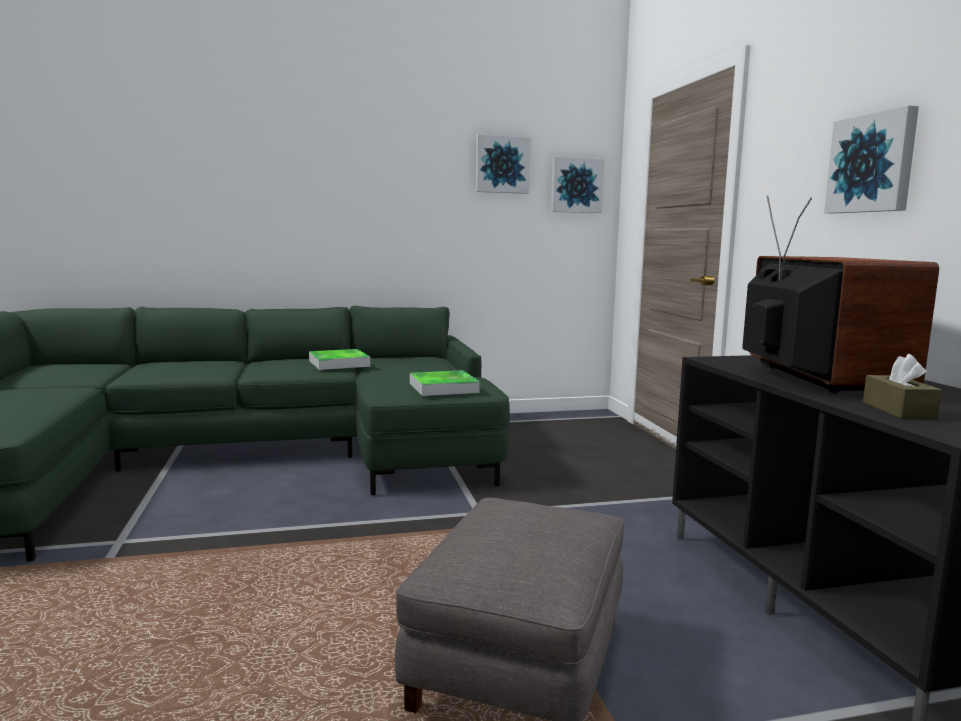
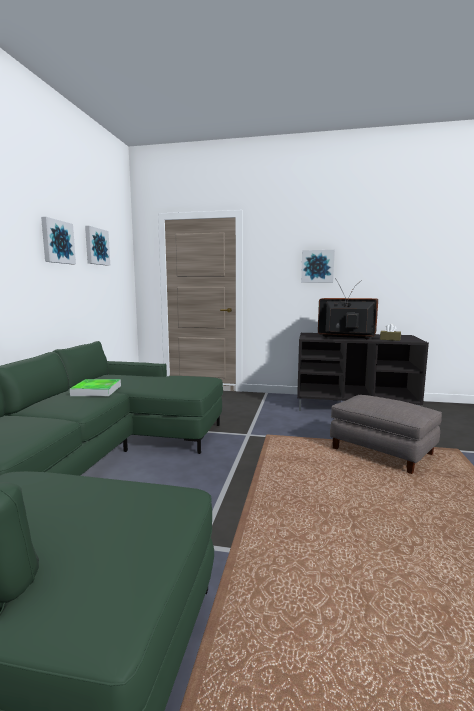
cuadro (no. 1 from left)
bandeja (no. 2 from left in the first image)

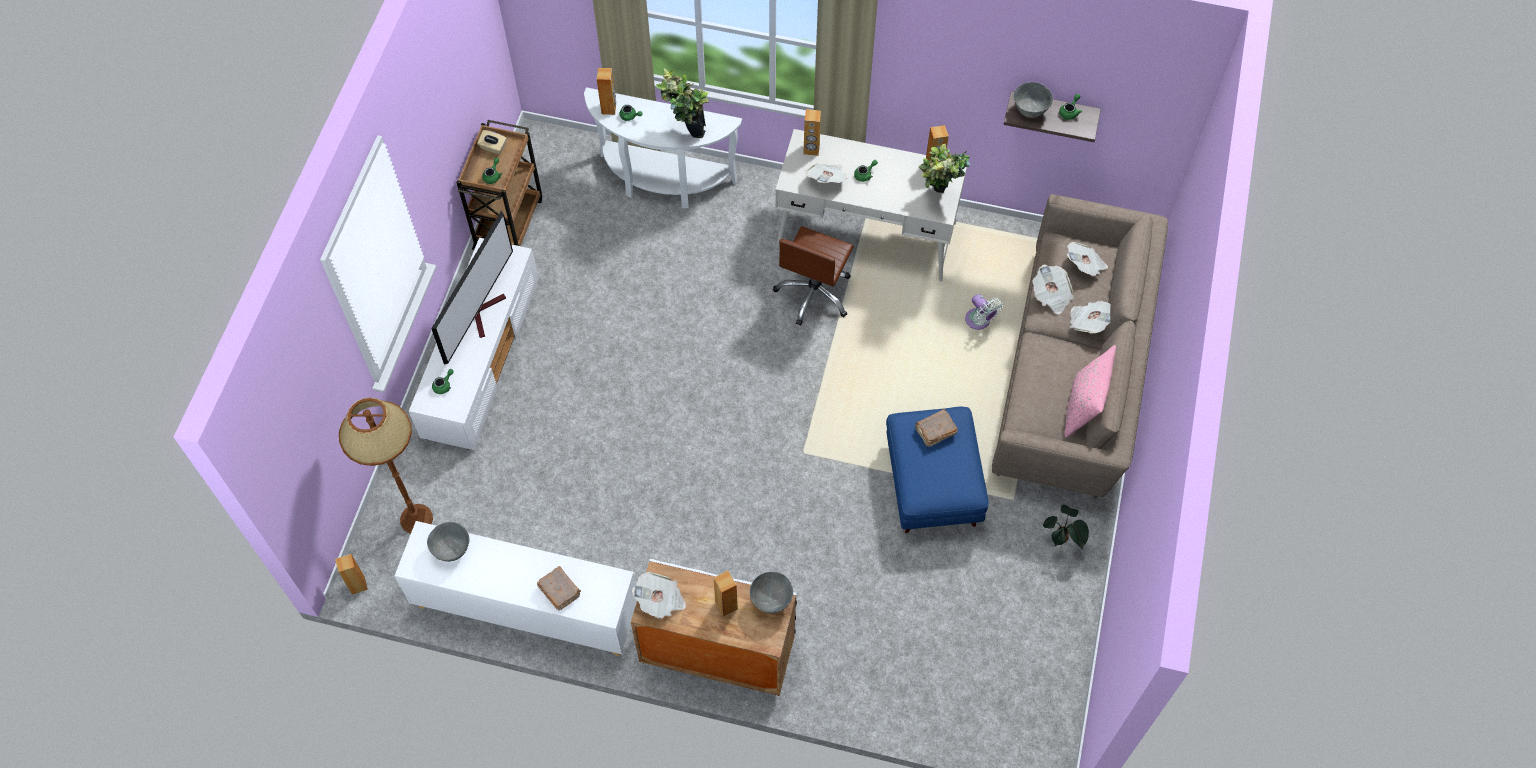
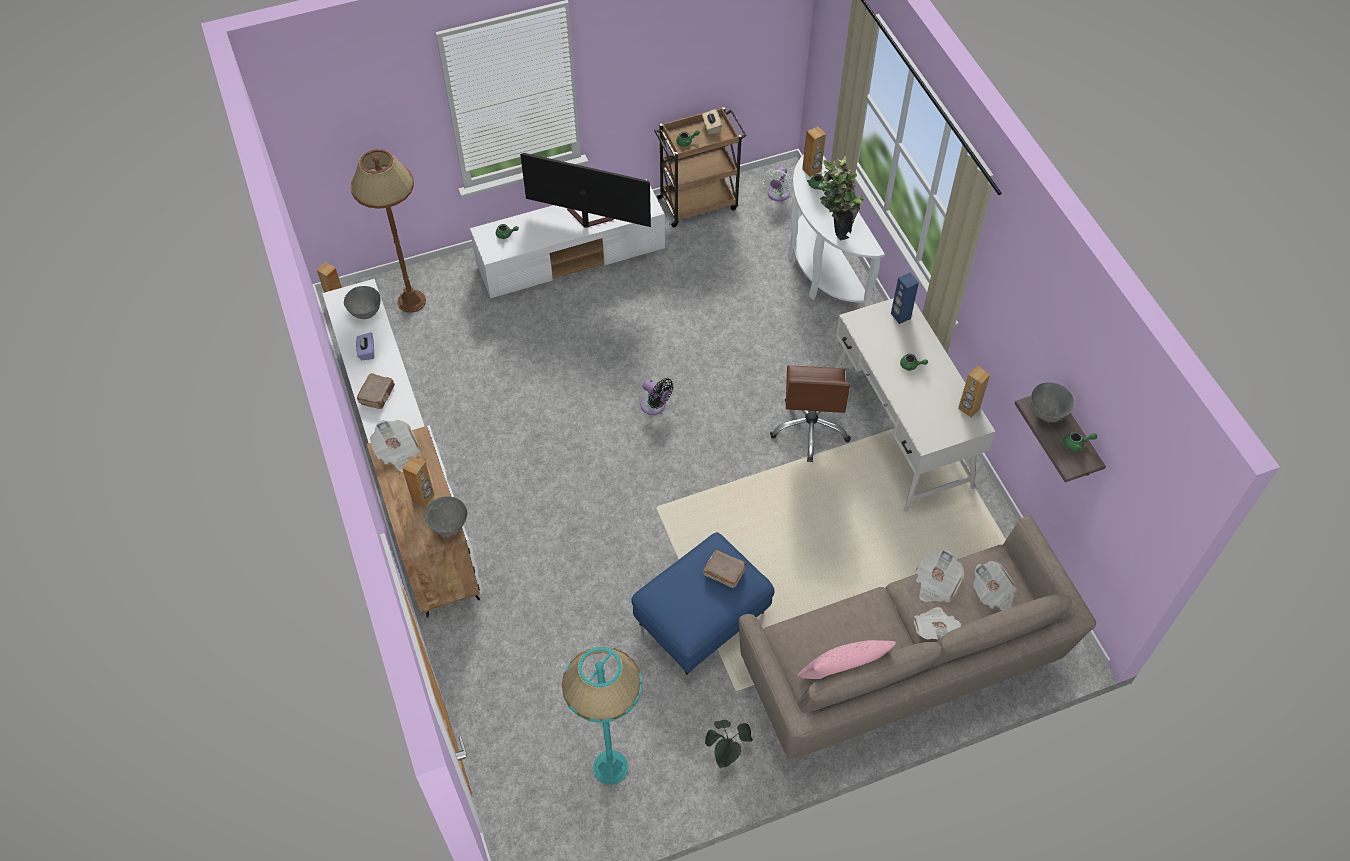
altavoz (azul)
planta en maceta (no. 2 from left in the first image)
periódico (no. 2 from left in the first image)
televisor
silla de oficina (marrón)
ventilador (blanco)
caja de pañuelos (morado)
ventilador (negro)
lámpara de pie (turquesa)

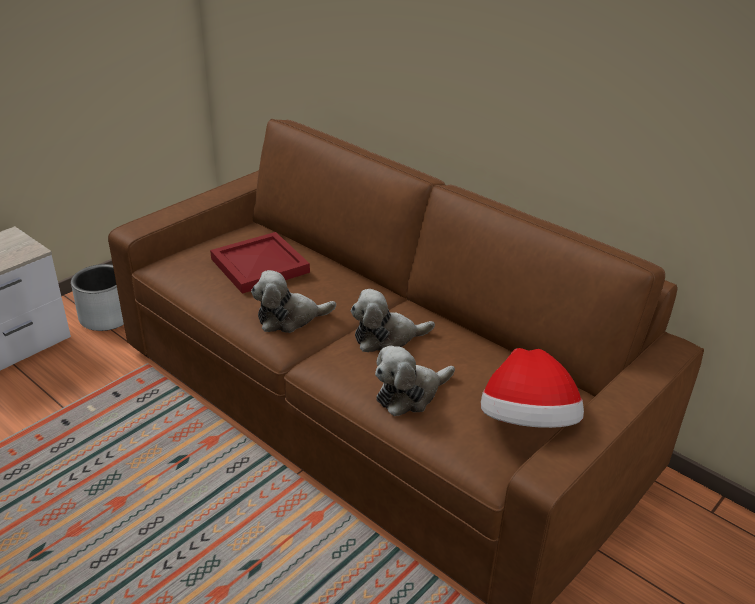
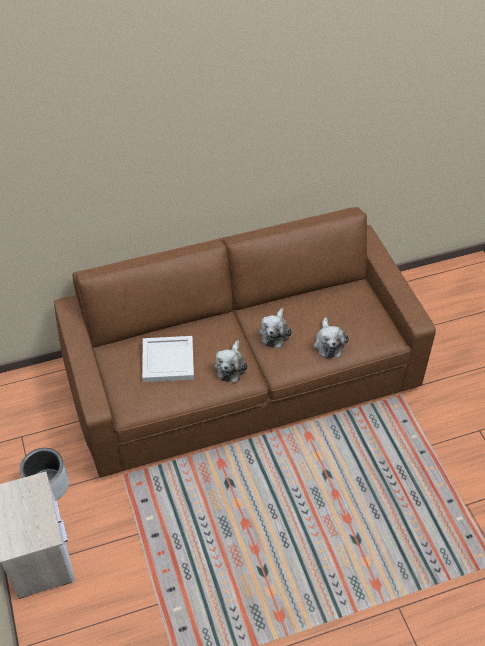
bandeja (blanco)
sombrero

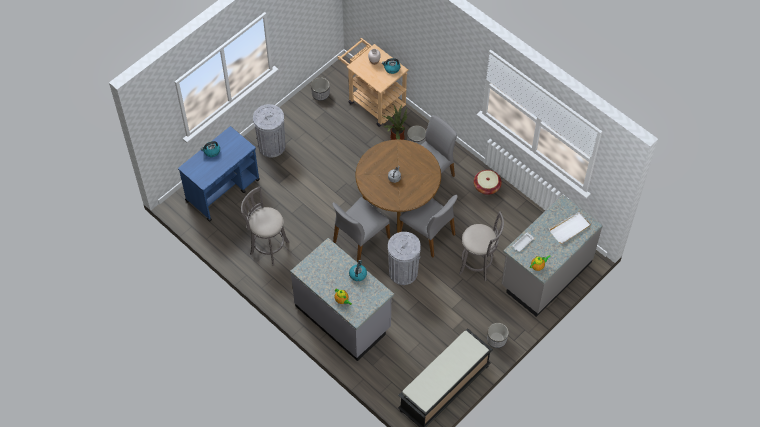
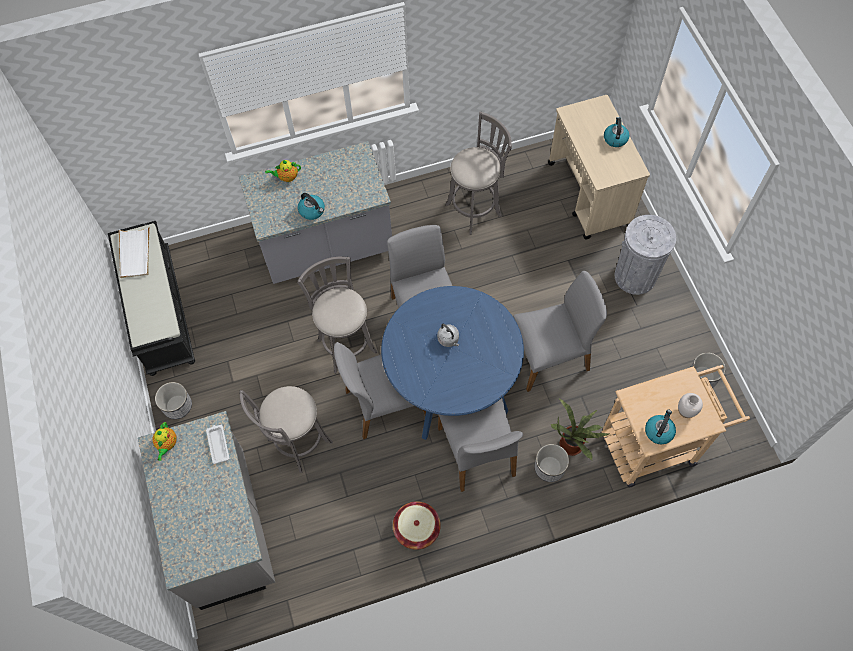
carrito (beis) (no. 1 from left)
mesa de comedor (azul)
bandeja (blanco) (no. 1 from left)
taburete (gris) (no. 2 from left)
silla (gris) (no. 4 from left)

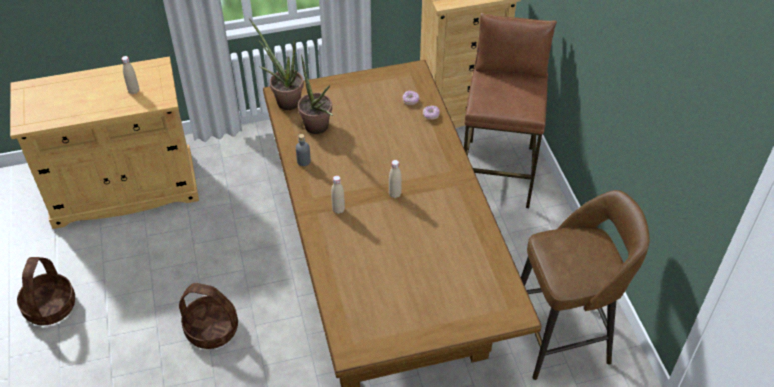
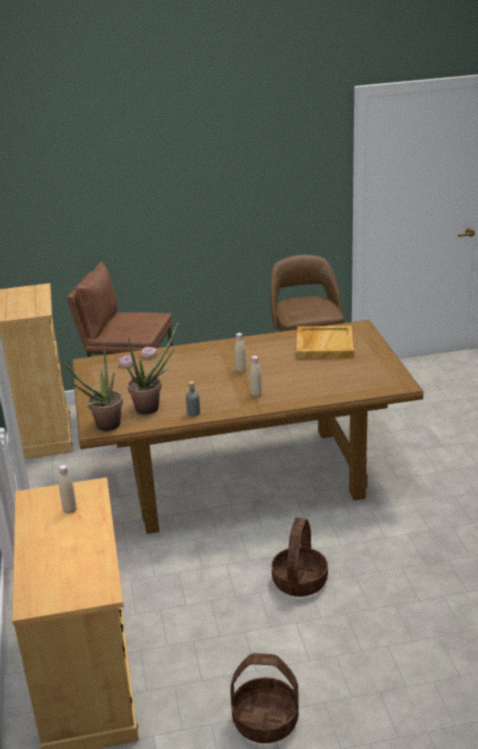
bandeja (beis)

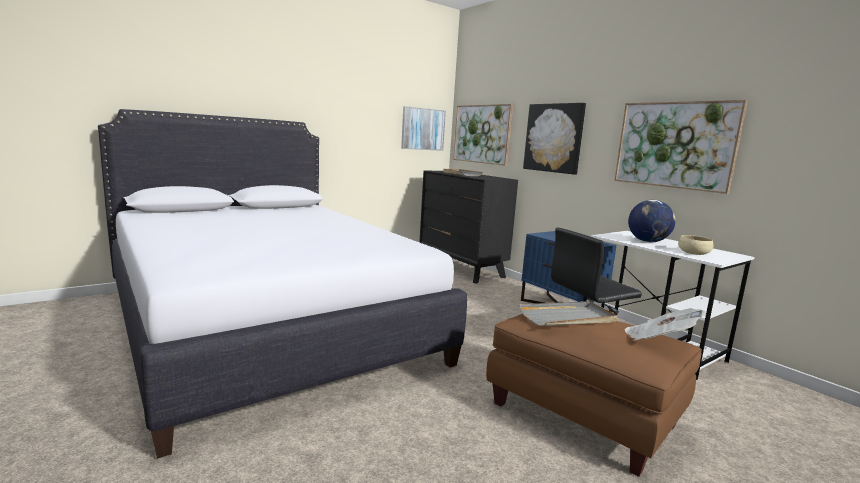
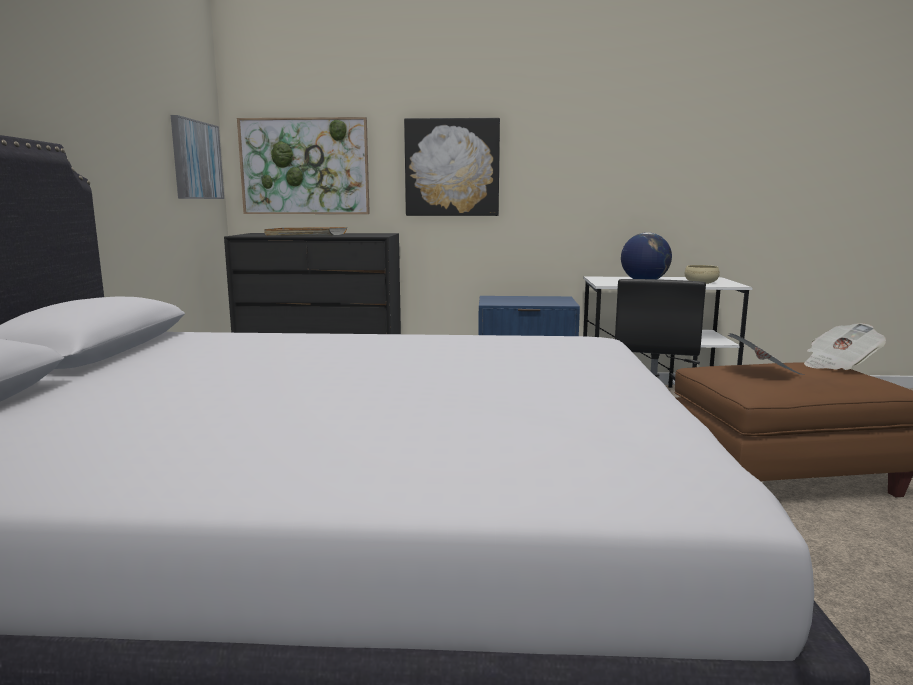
cuadro (no. 4 from left in the first image)
periódico (no. 1 from left)

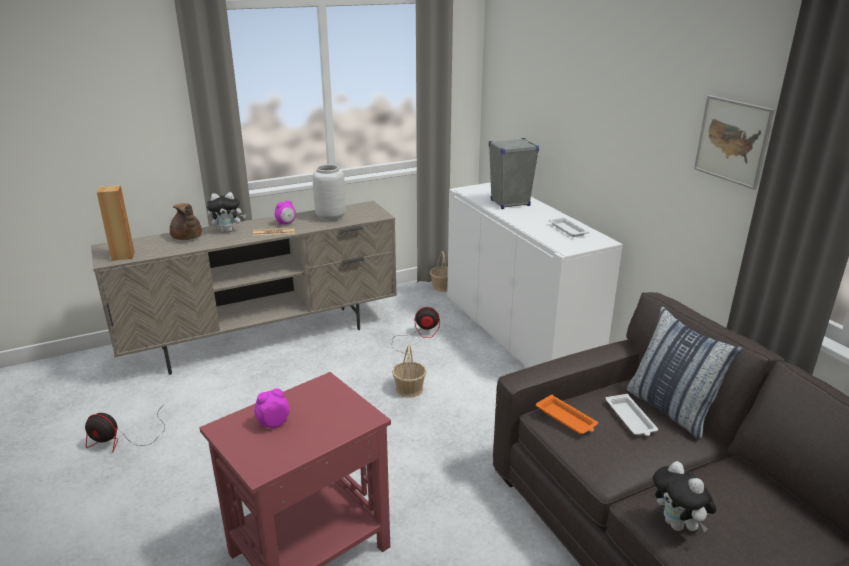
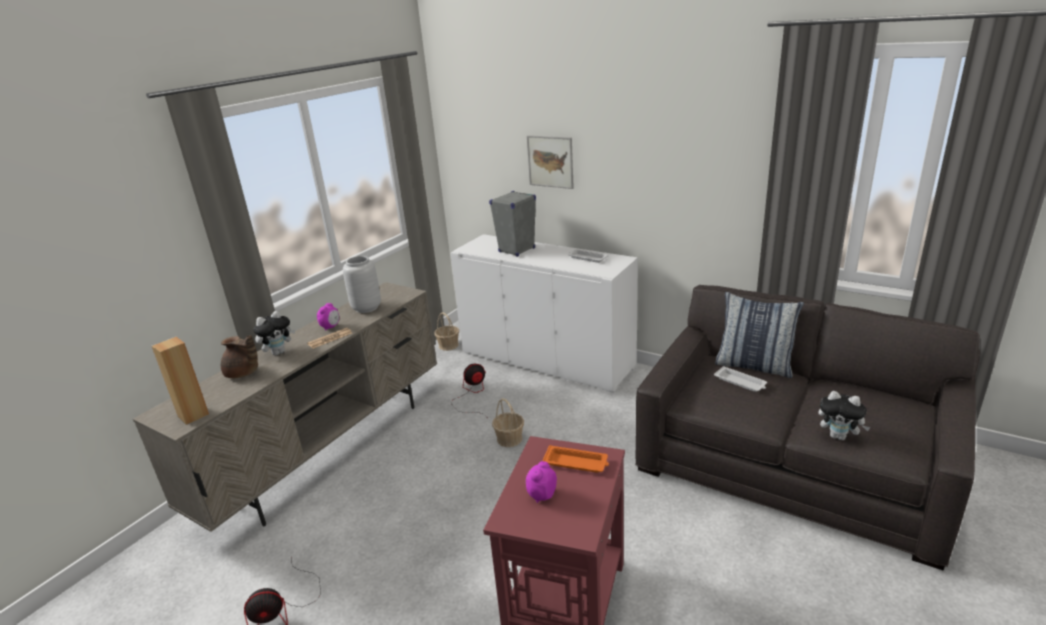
cuadro
bandeja (naranja)

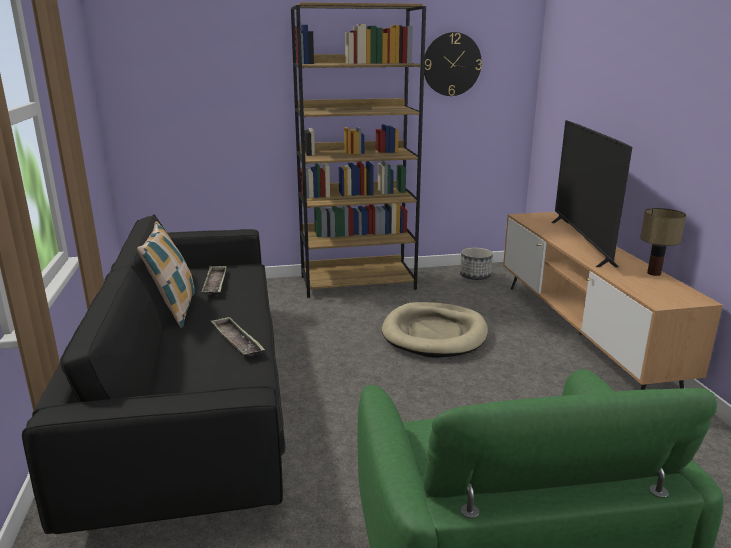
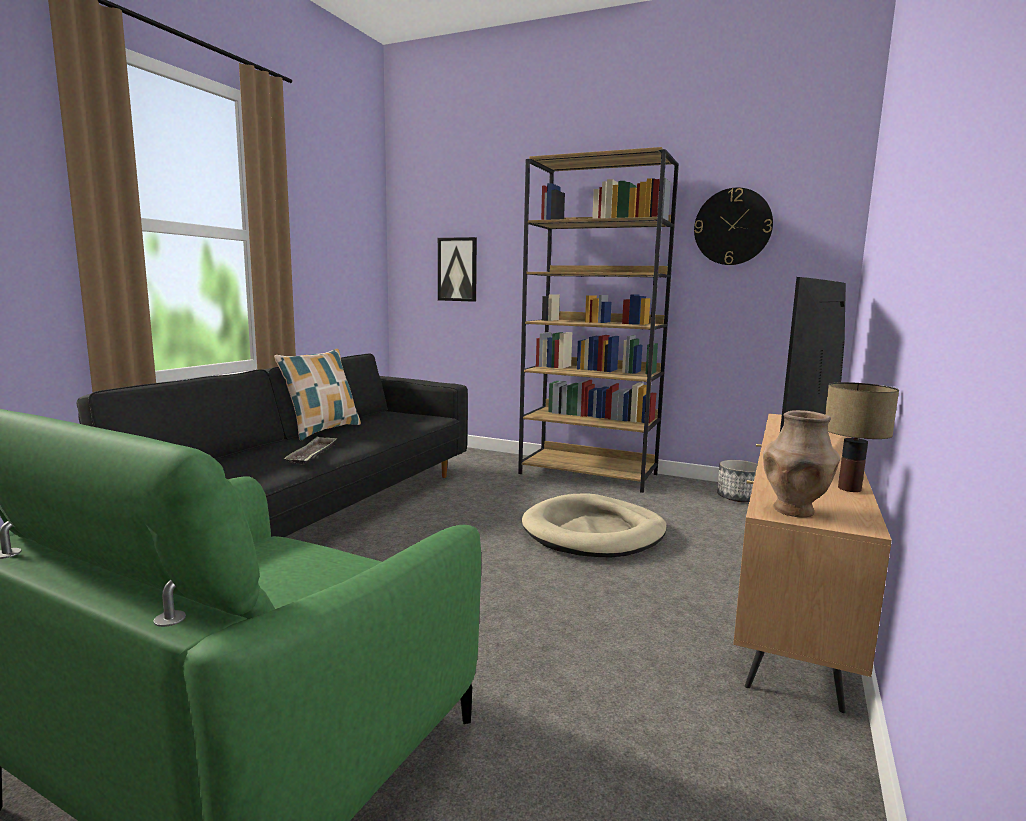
bandeja (no. 1 from left in the first image)
cuadro
florero (marrón)

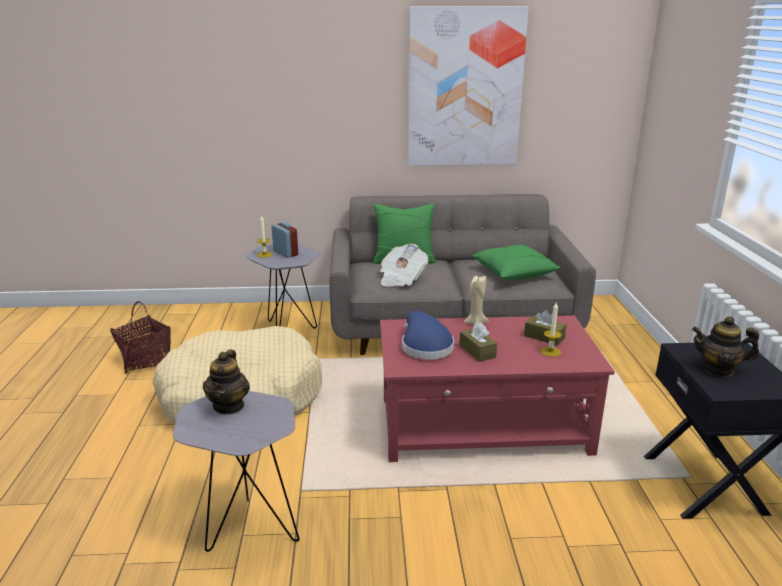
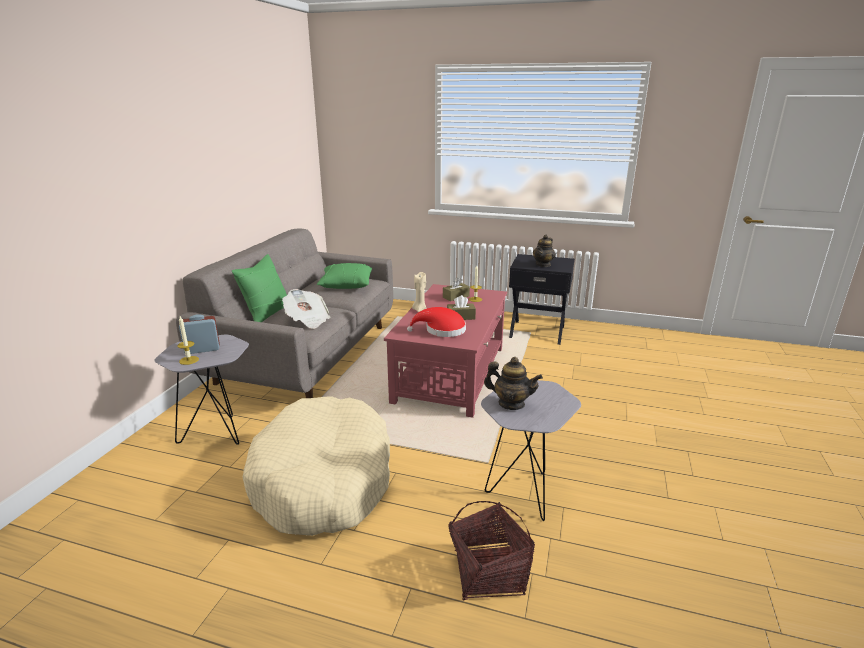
cuadro
cesta
sombrero (rojo)

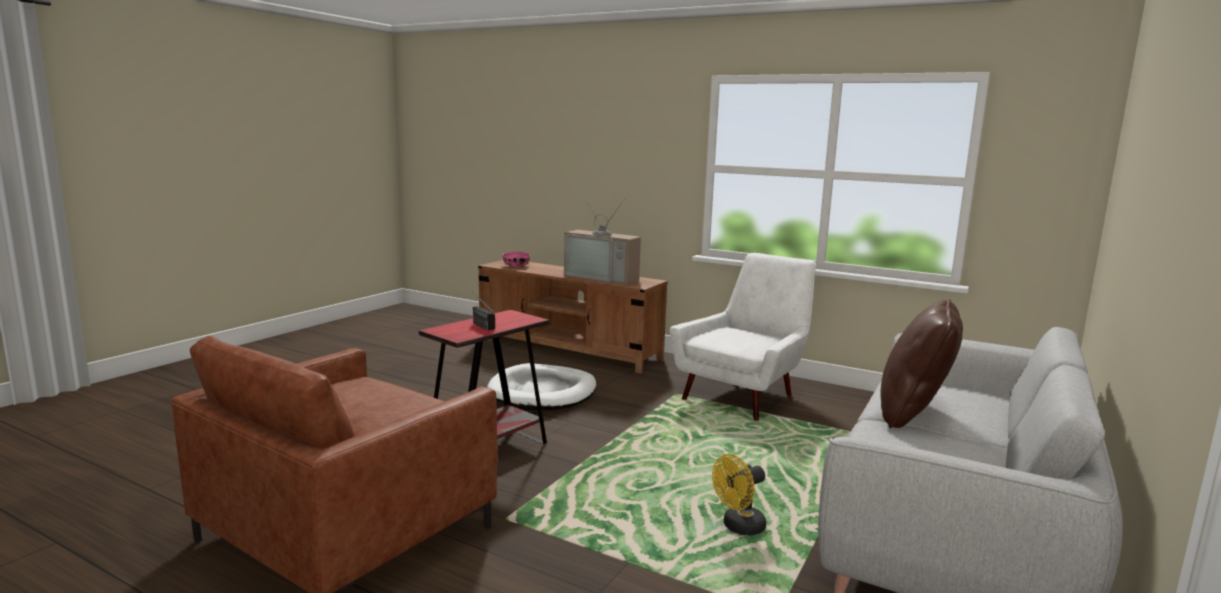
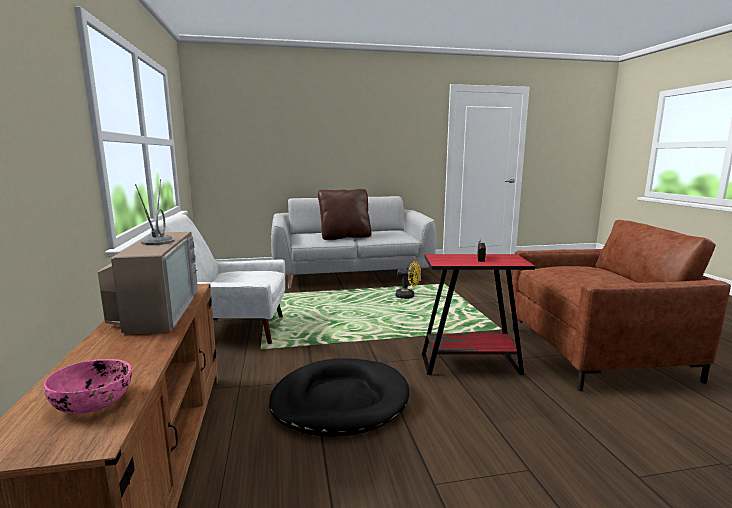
cama para perro (negro)

